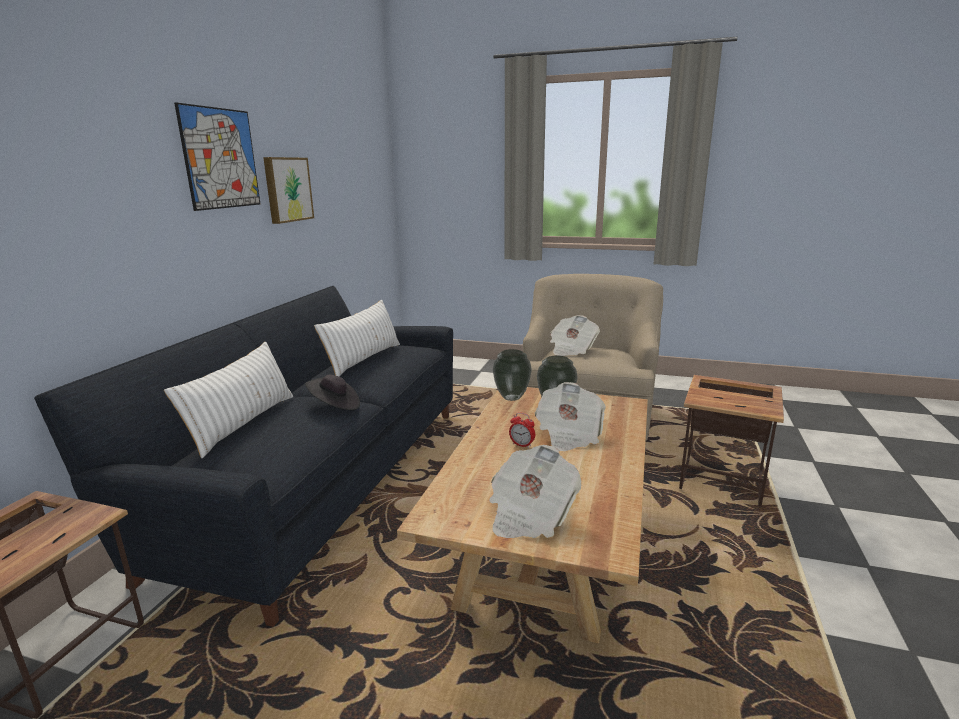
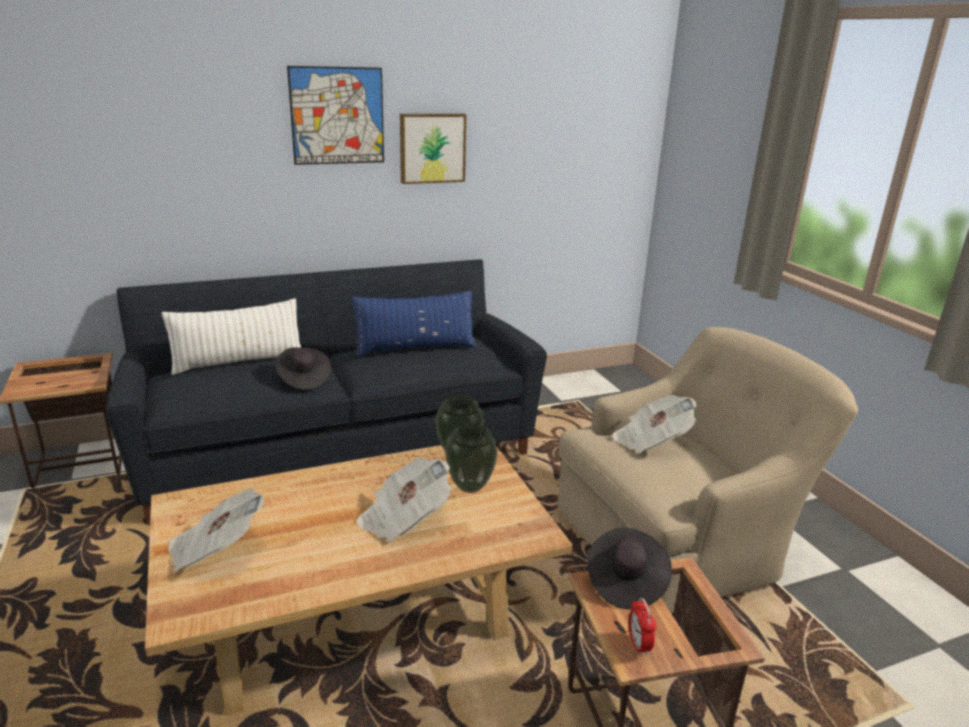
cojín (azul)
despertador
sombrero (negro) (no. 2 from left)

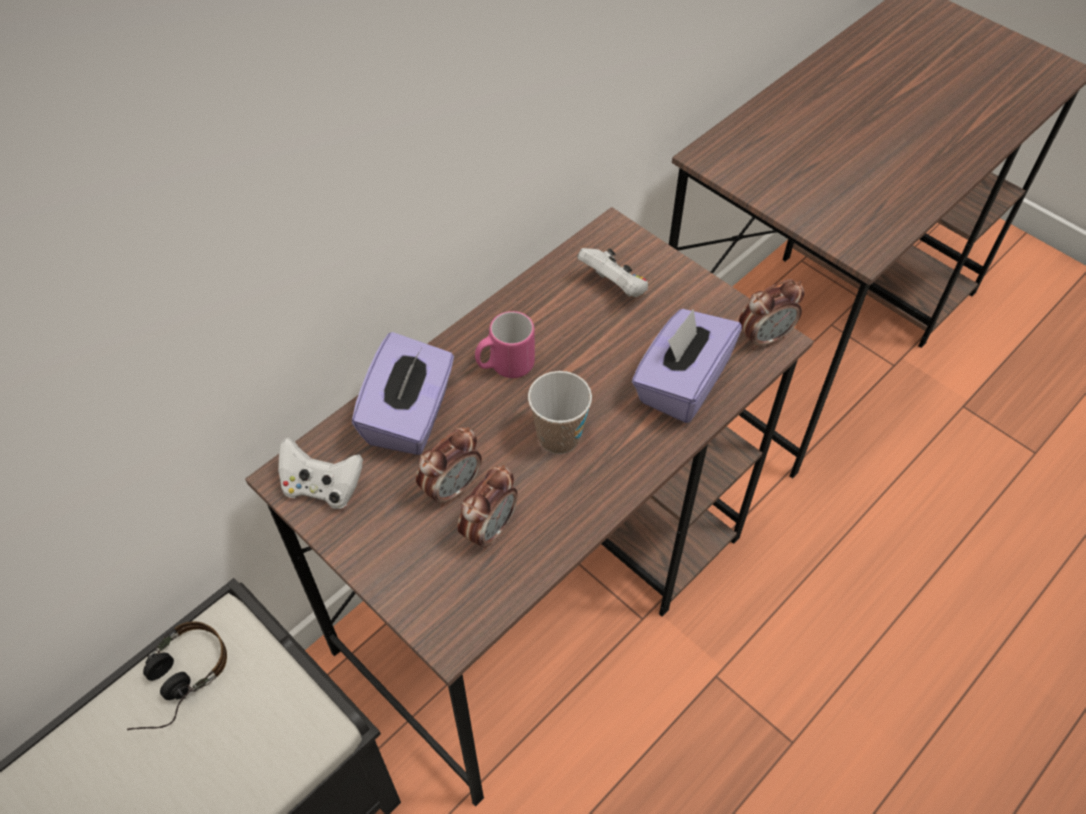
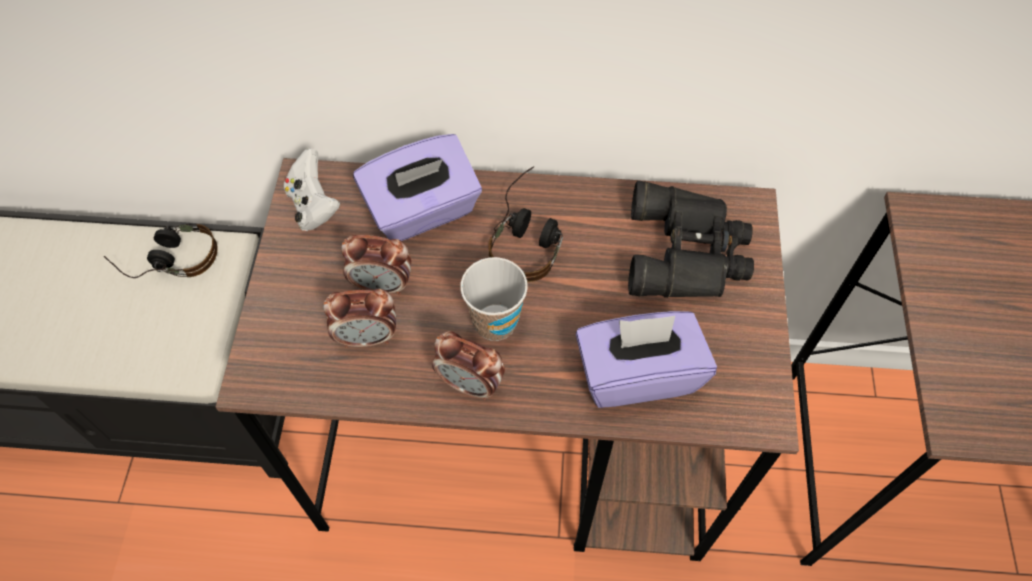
prismáticos (negro)
despertador (no. 3 from left)
auriculares (no. 2 from left)

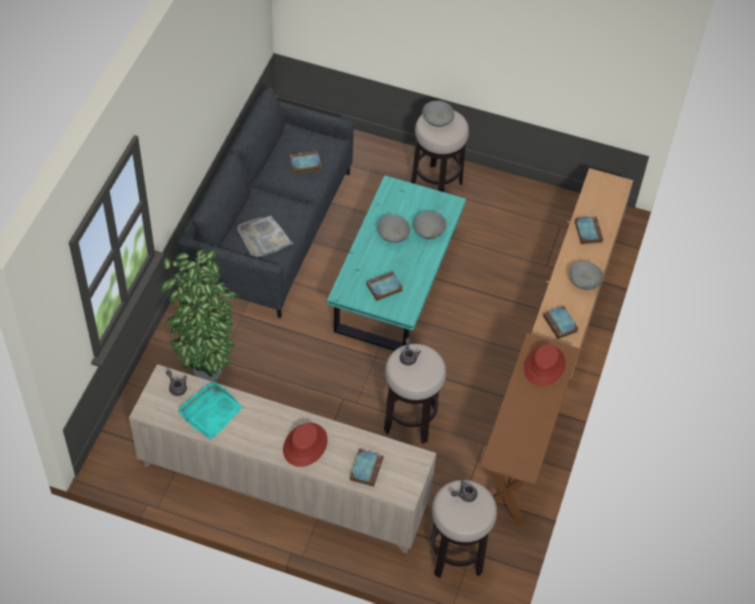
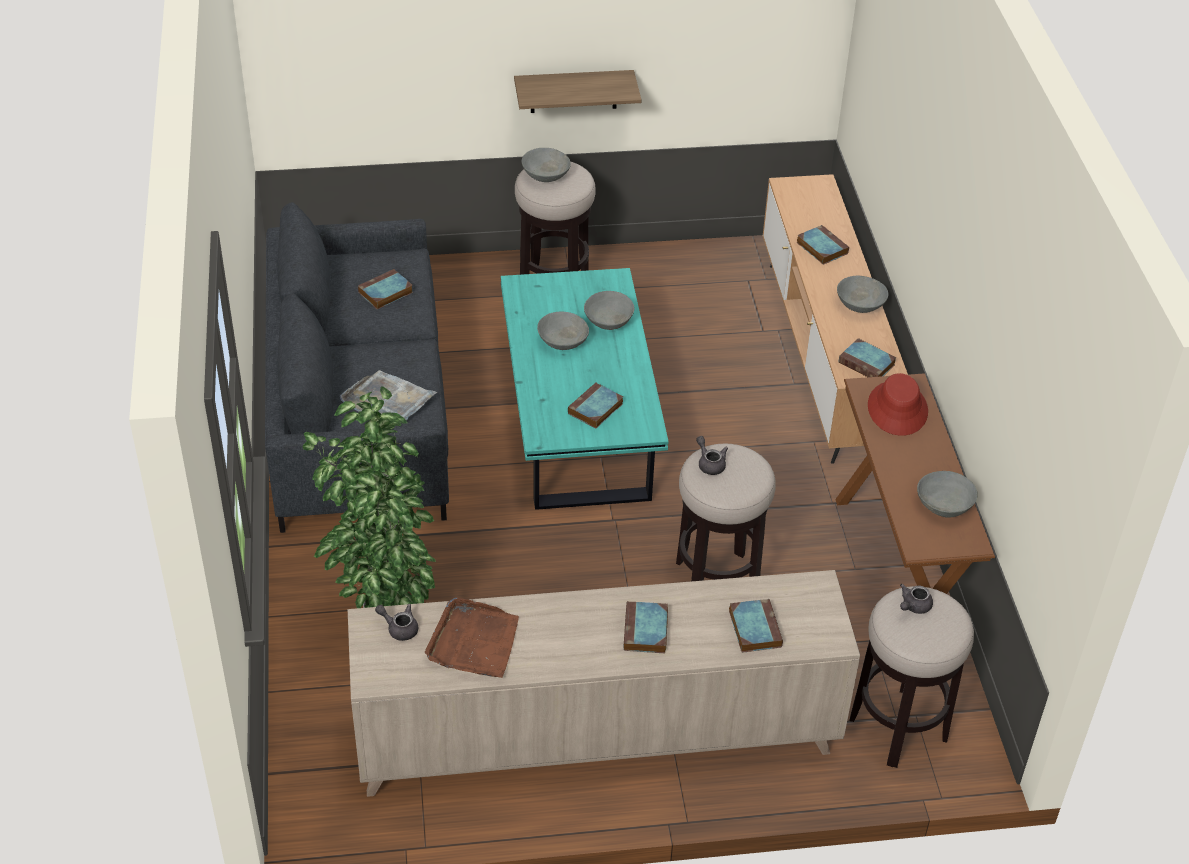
bandeja (marrón)
libro (no. 3 from left)
estante
cuenco (gris) (no. 5 from left)

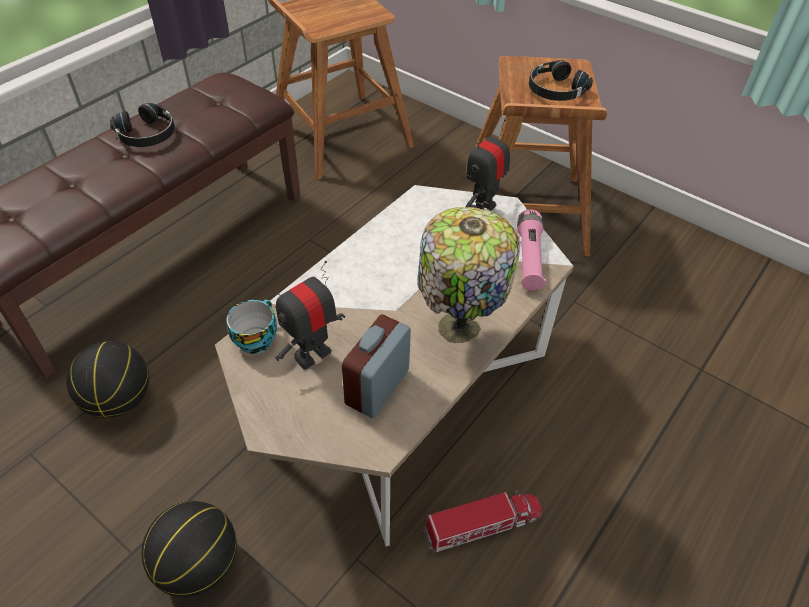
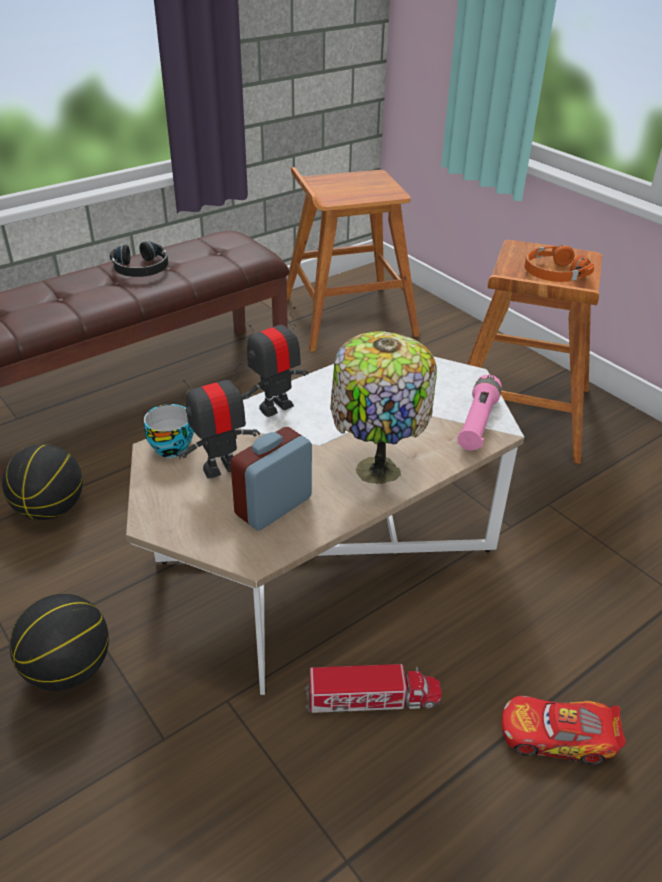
auriculares (naranja)
robot de juguete (no. 2 from left)
coche de juguete

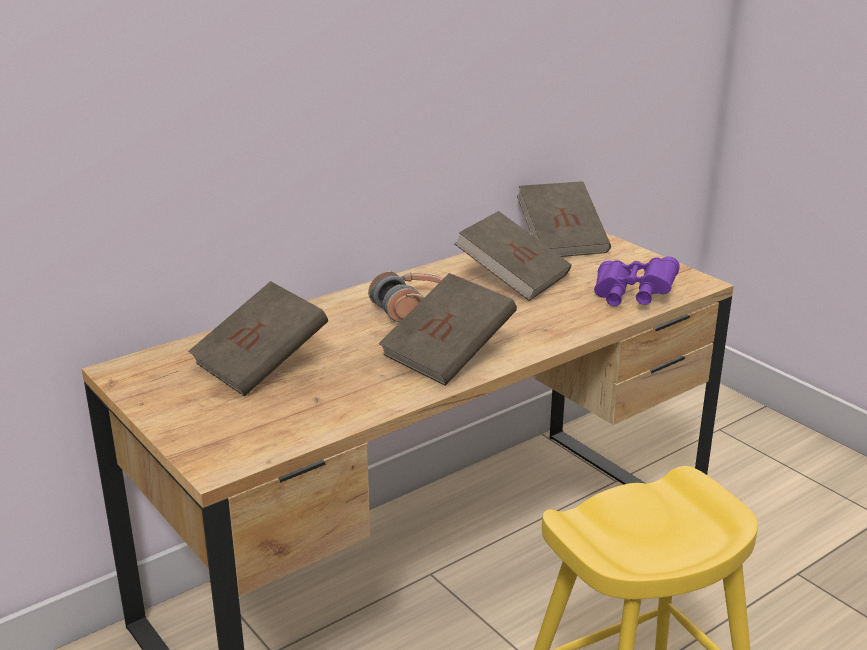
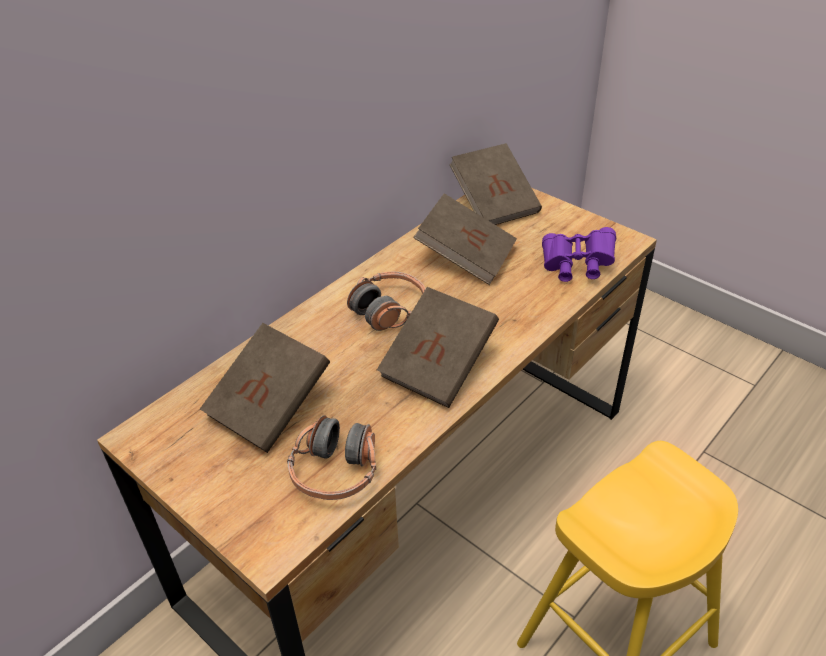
auriculares (no. 1 from left)

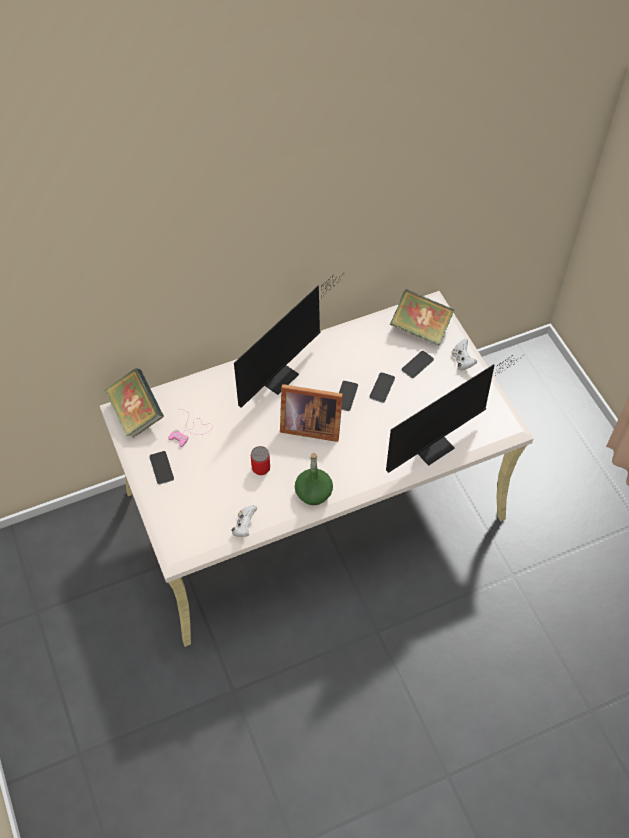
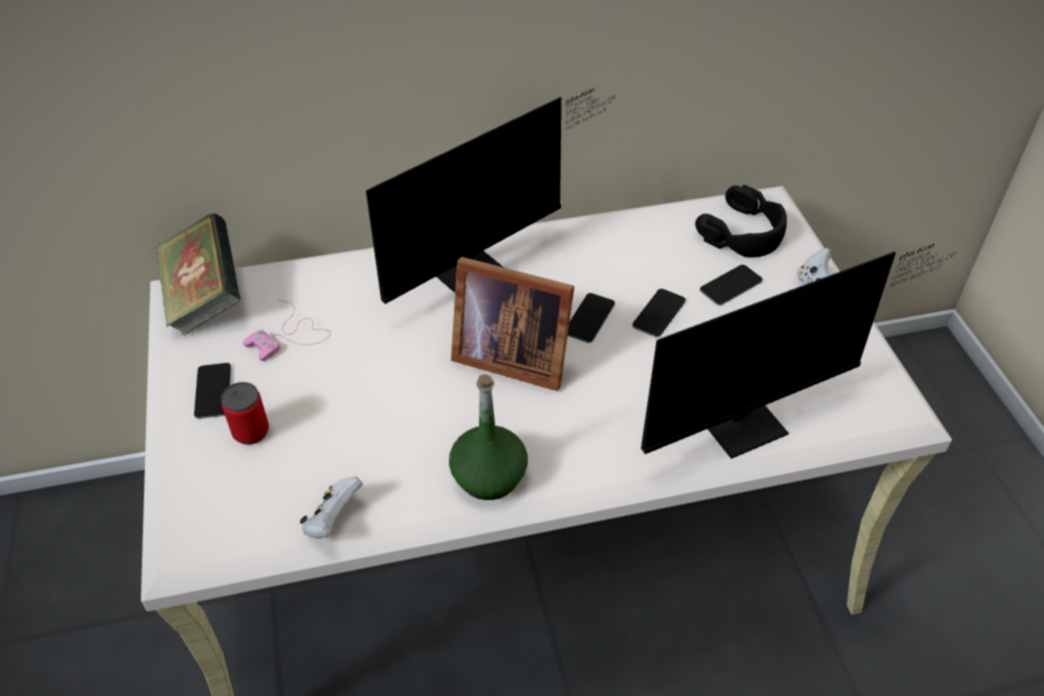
auriculares (negro)
lata

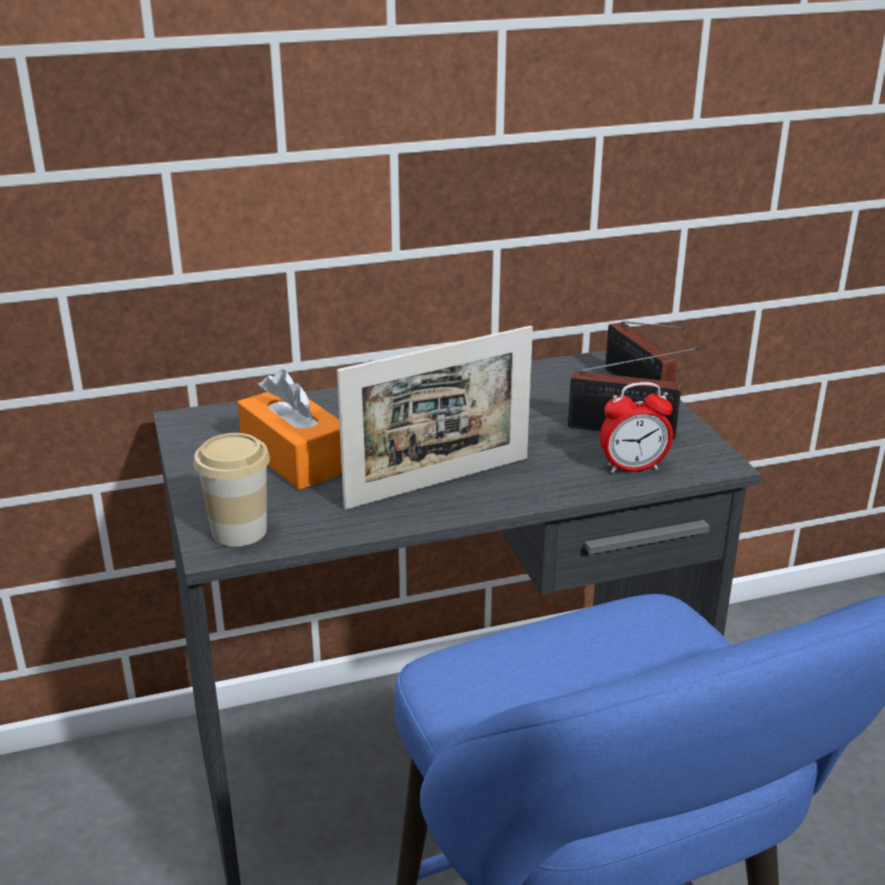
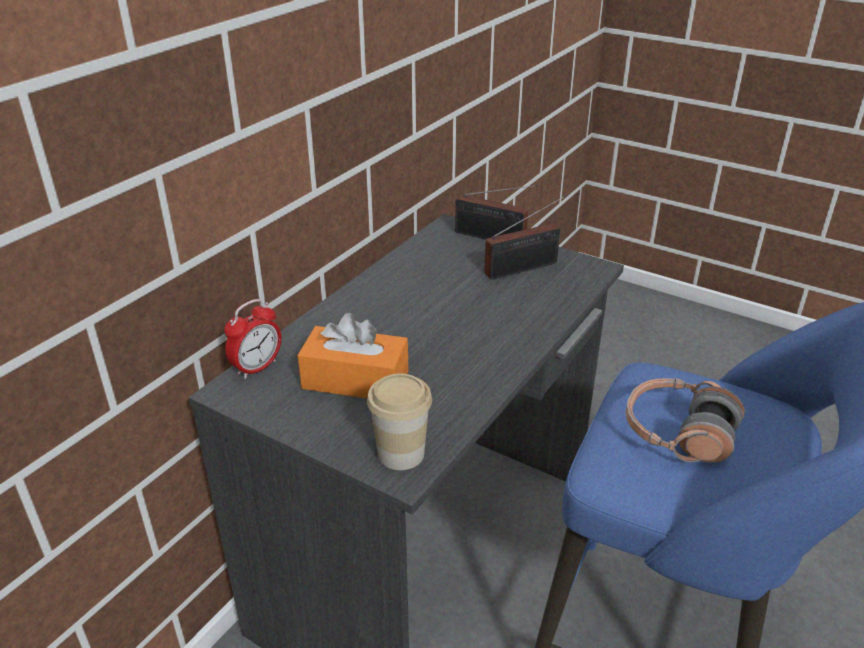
portarretratos
despertador
auriculares

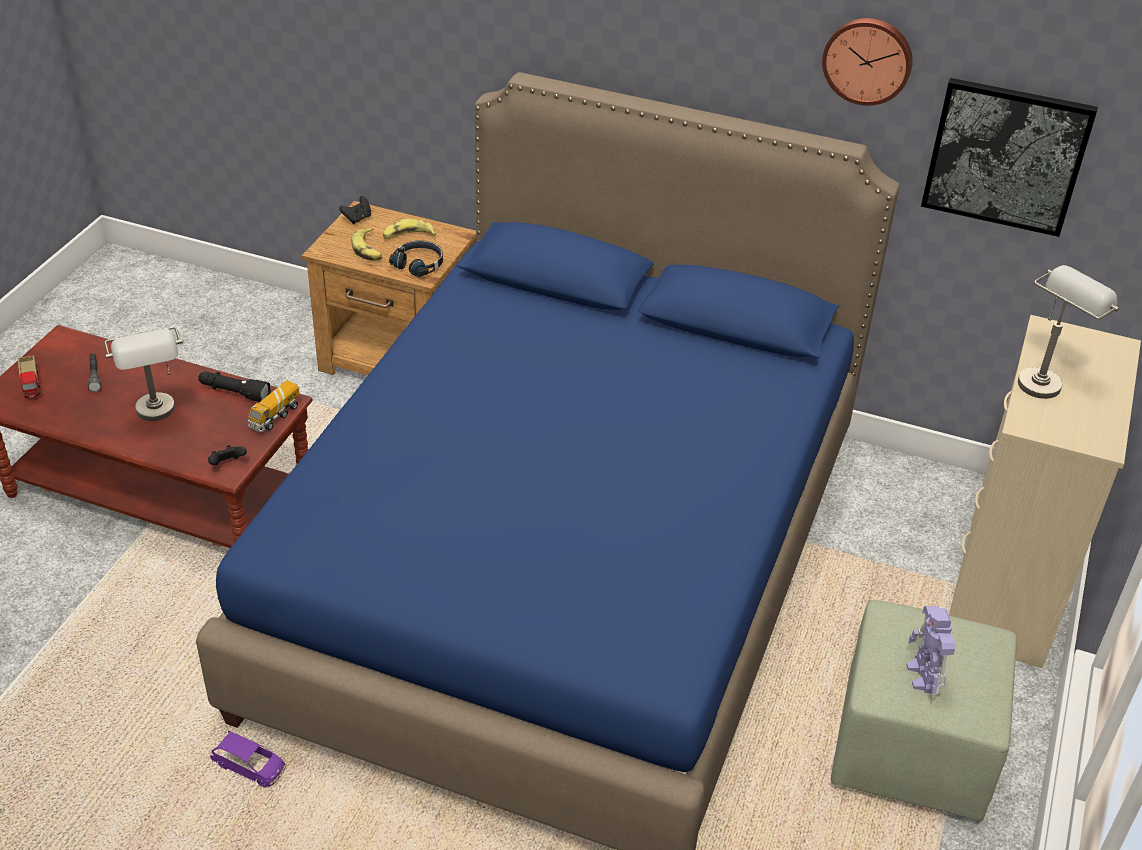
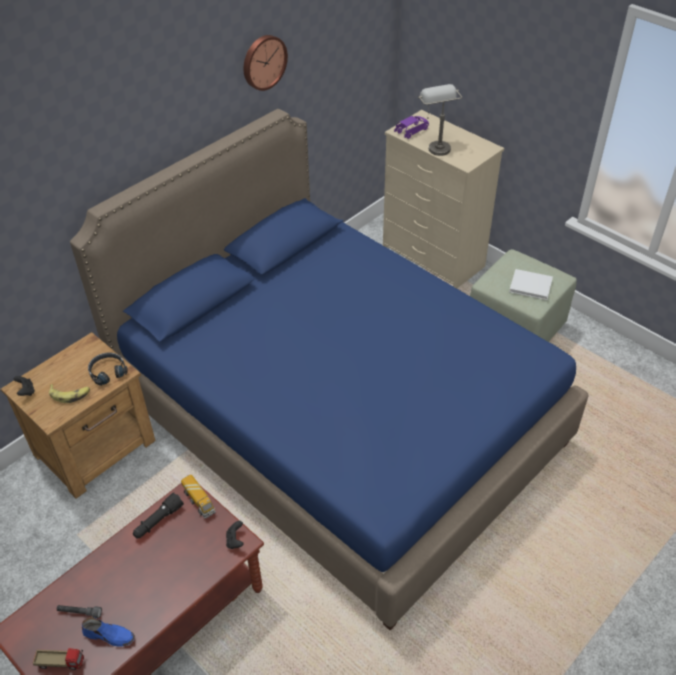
cuadro
plátano (no. 2 from left in the first image)
lámpara de mesa (gris) (no. 1 from left in the first image)
libro (blanco)
coche de juguete (morado)
zapato (azul)

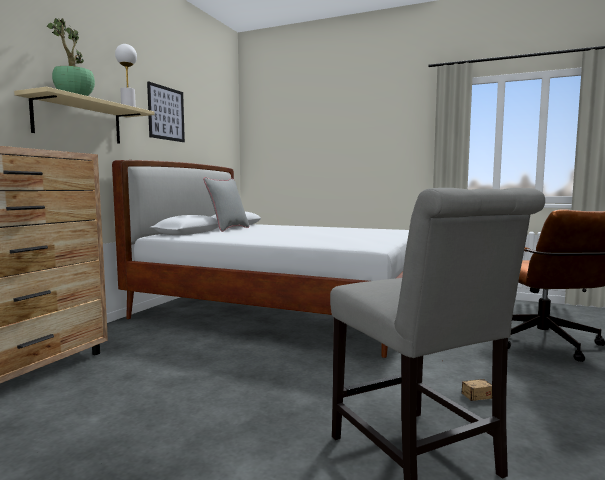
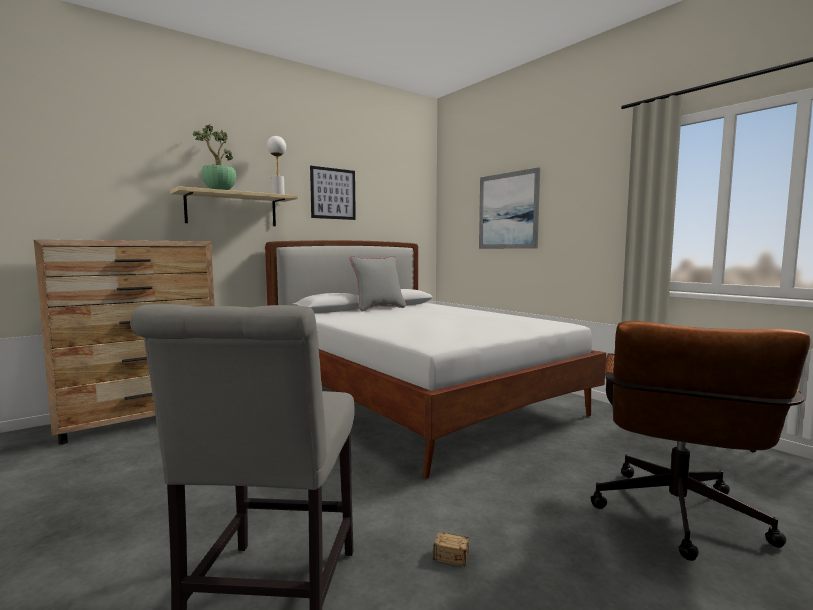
cuadro (no. 2 from left)

